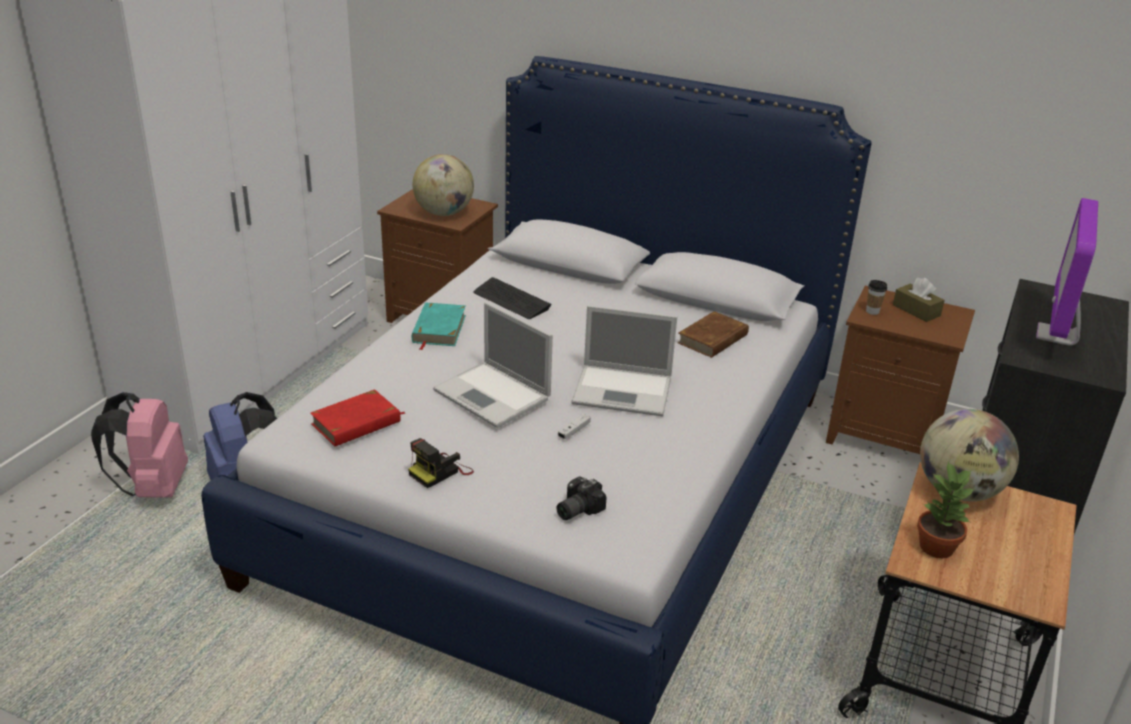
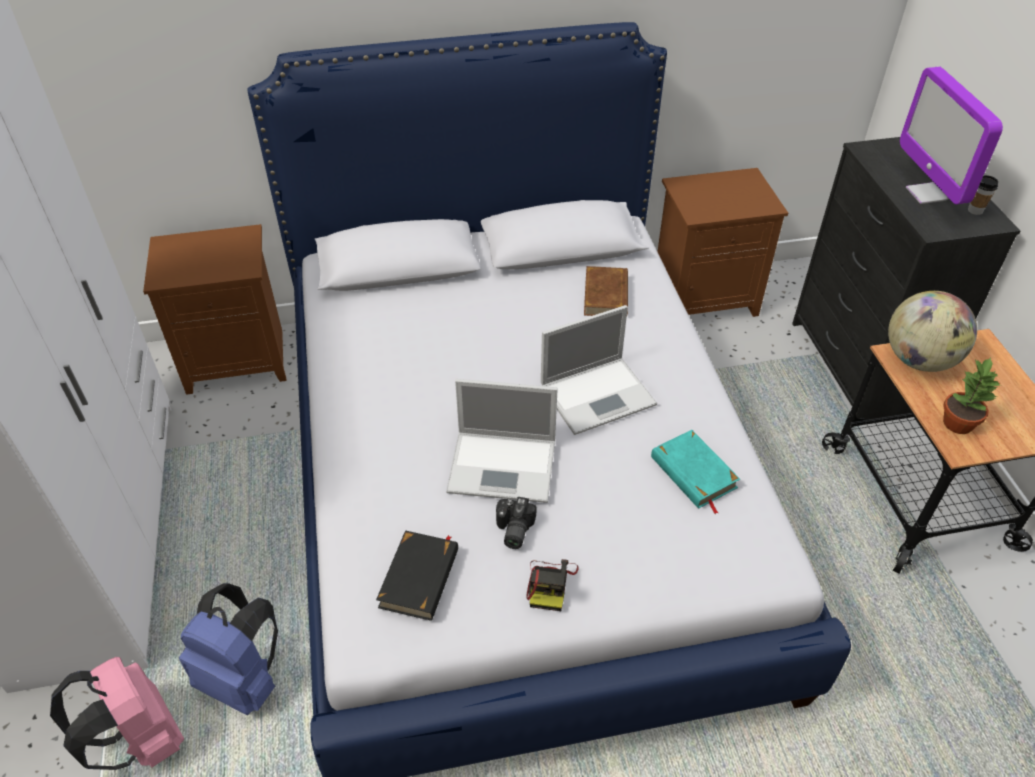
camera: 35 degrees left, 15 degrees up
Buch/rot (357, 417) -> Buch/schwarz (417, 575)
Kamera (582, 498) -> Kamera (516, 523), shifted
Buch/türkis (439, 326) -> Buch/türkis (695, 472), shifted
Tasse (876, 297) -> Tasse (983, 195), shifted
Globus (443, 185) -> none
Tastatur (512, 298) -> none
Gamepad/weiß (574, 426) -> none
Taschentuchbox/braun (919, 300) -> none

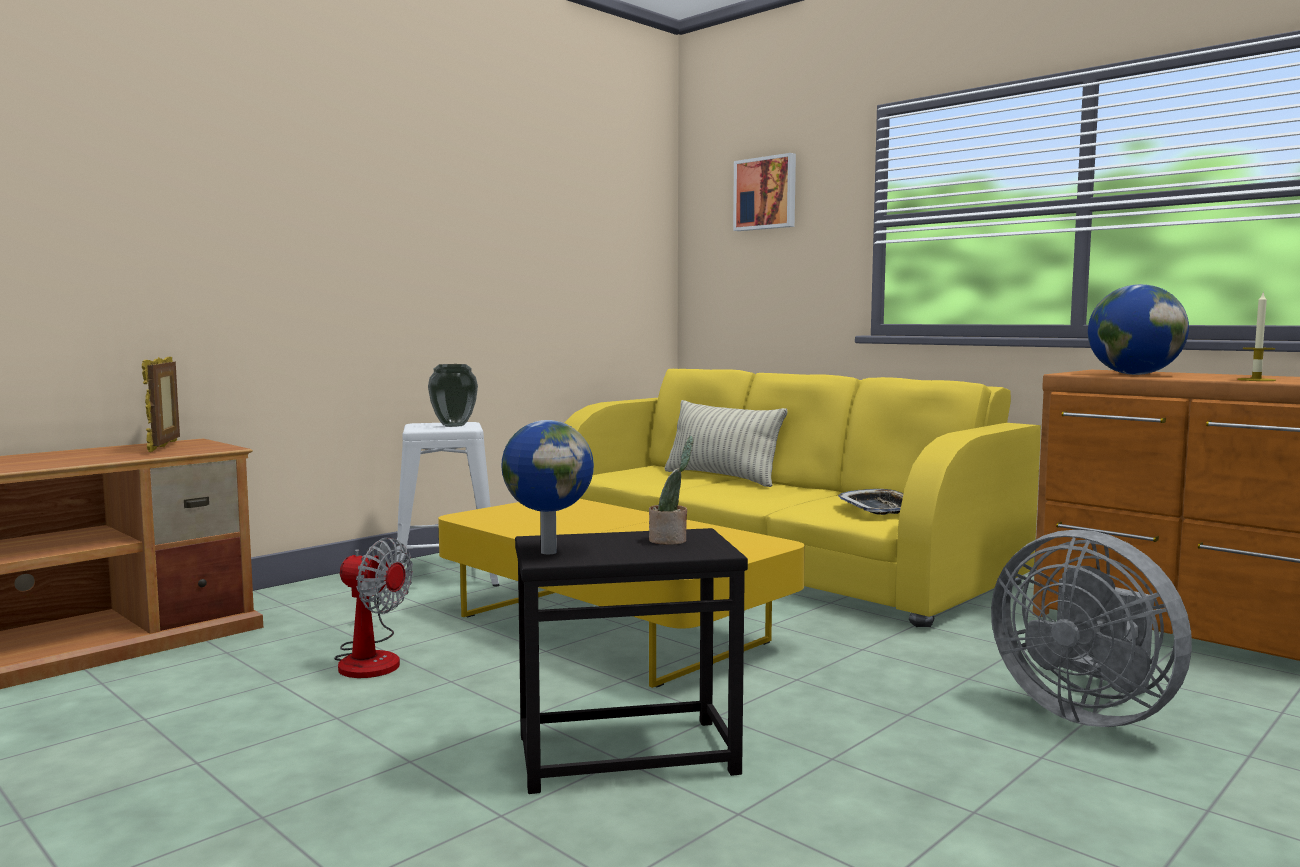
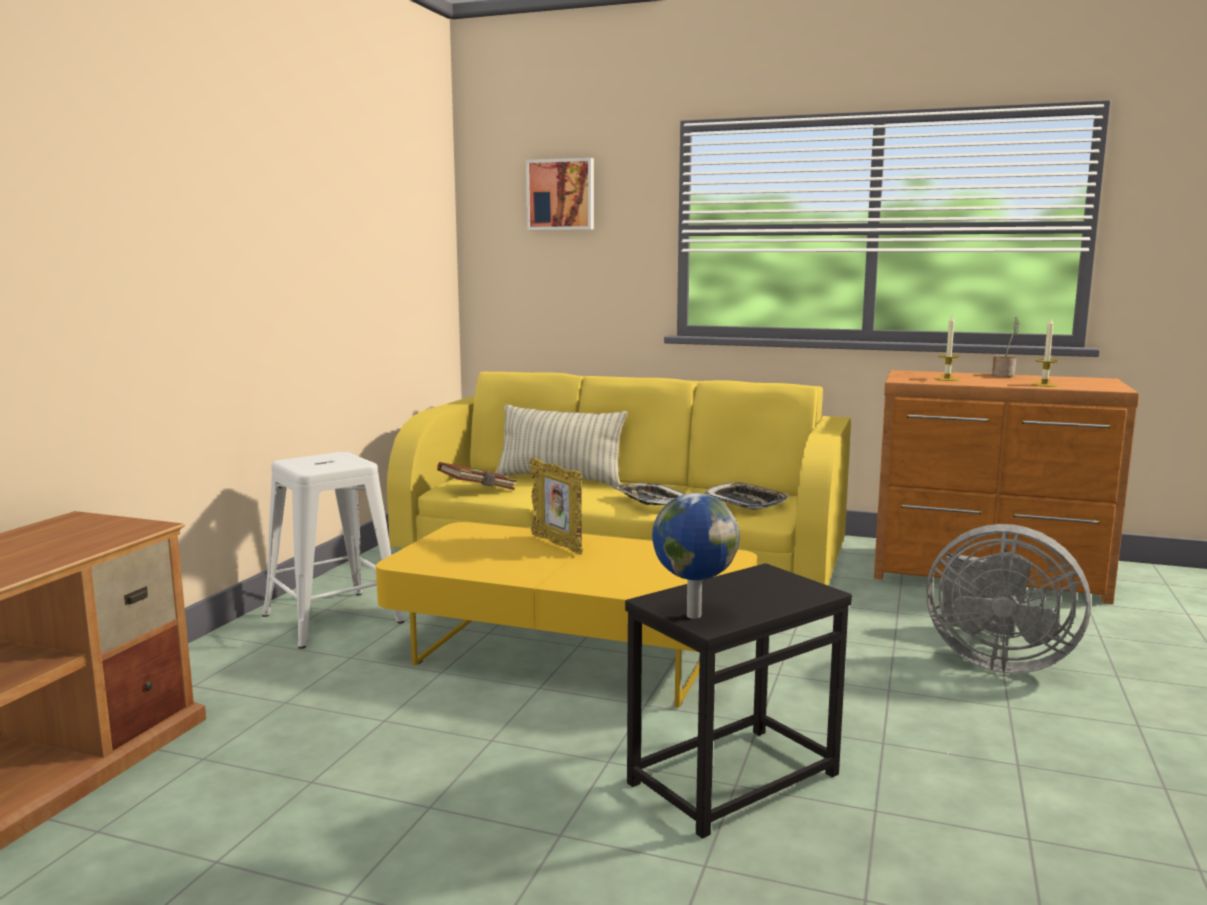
camera: 25 degrees left, 5 degrees up
none -> Buch/braun (477, 476)
Bilderrahmen (161, 404) -> Bilderrahmen (556, 506), shifted
none -> Tablett (648, 494)
Globus (1138, 329) -> Kerze (947, 348)
Topfpflanze (671, 490) -> Topfpflanze (1005, 347), shifted
Ventilator (373, 608) -> none
Vase (453, 395) -> none

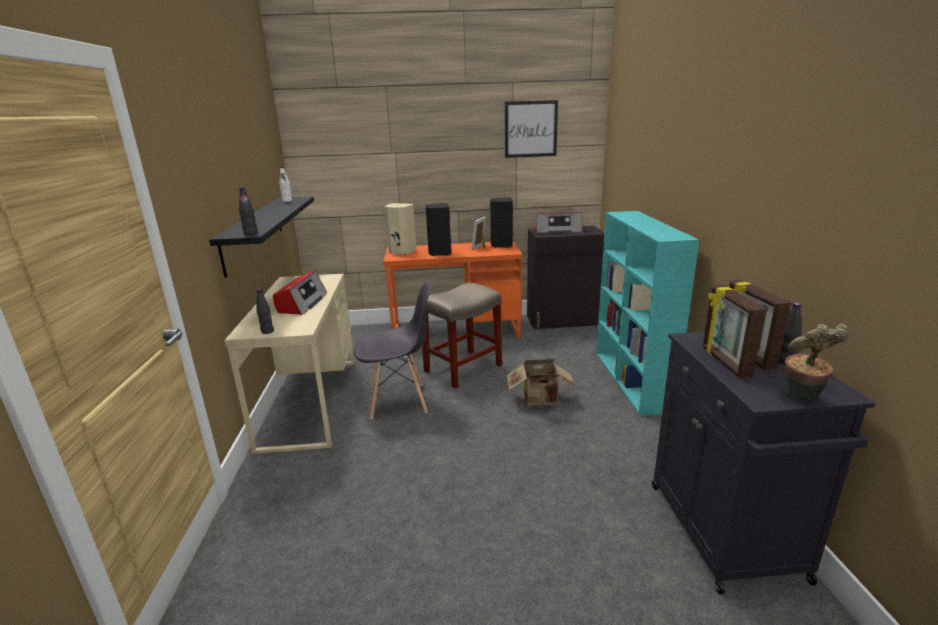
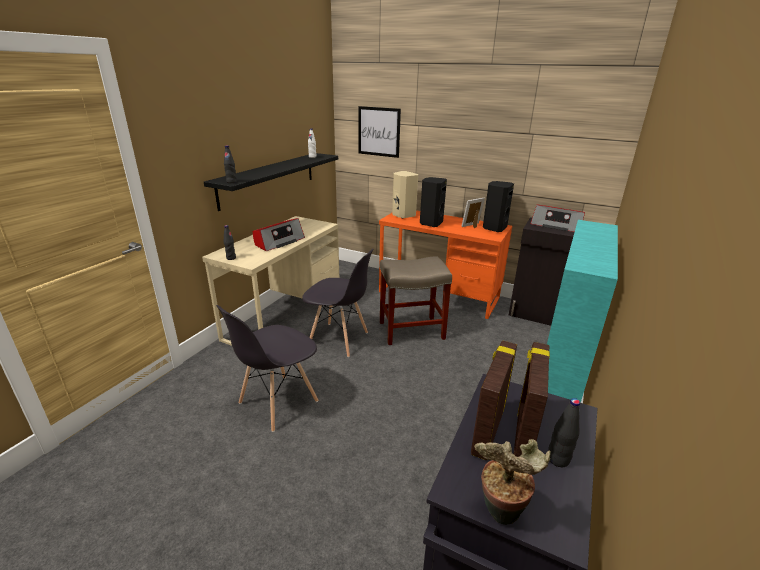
camera: 30 degrees right, 5 degrees up
none -> Stuhl/grau (267, 368)
Bild (531, 129) -> Bild (379, 132), shifted
Karton (541, 382) -> none

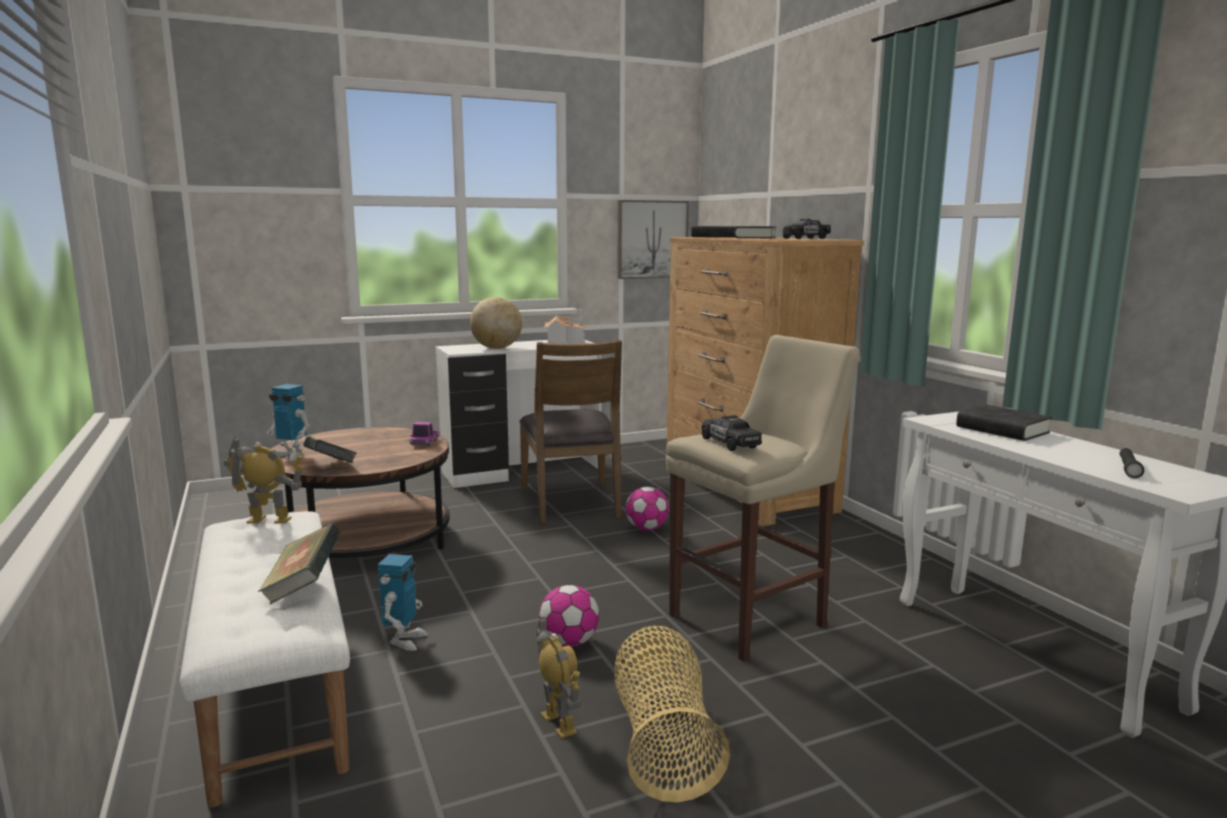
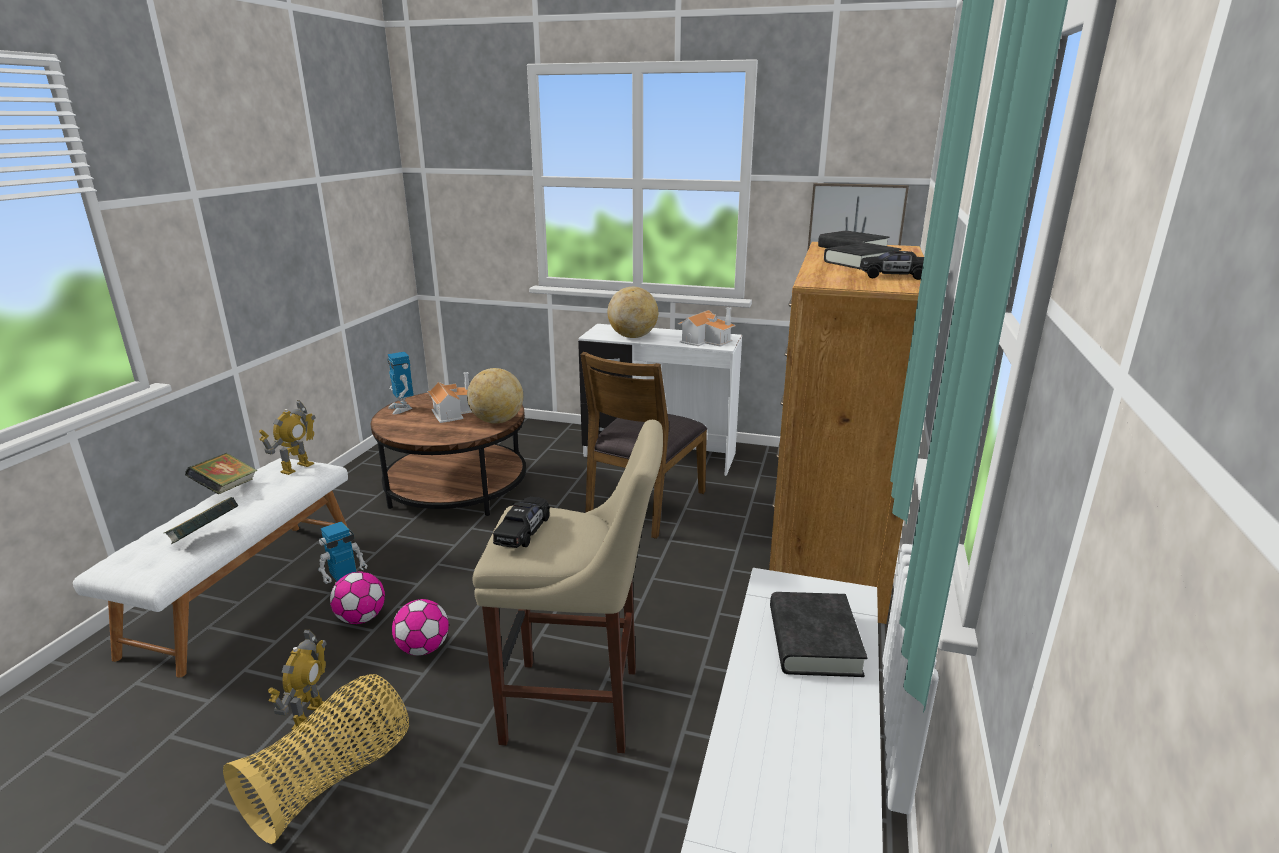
camera: 40 degrees right, 10 degrees up
Buch (330, 449) -> Buch (221, 473), shifted
Spielzeugroboter (263, 480) -> Spielzeugroboter (287, 437), 75 degrees clockwise
Fußball (647, 509) -> Fußball (357, 598), shifted
none -> Spielzeughaus (449, 397)
Spielzeuglaster (424, 434) -> Globus (495, 396)
Taschenlampe/schwarz (1131, 463) -> none

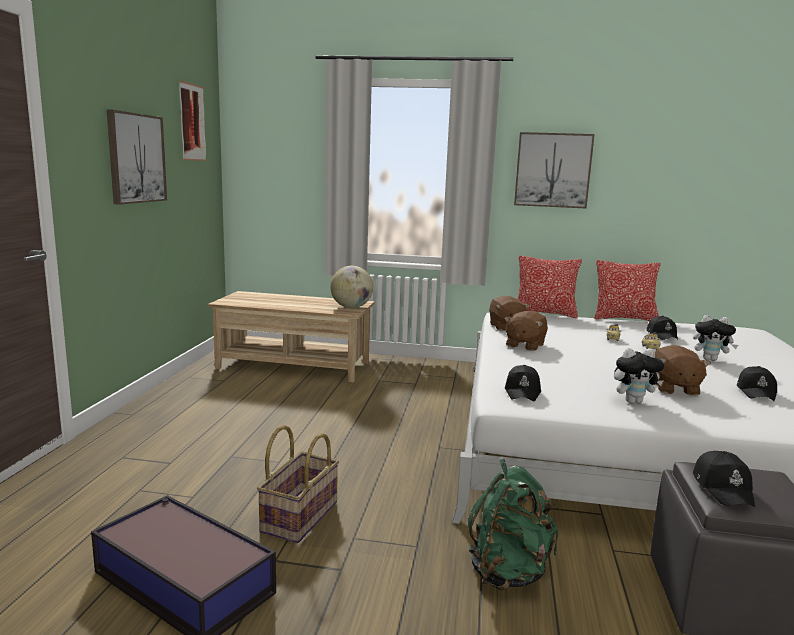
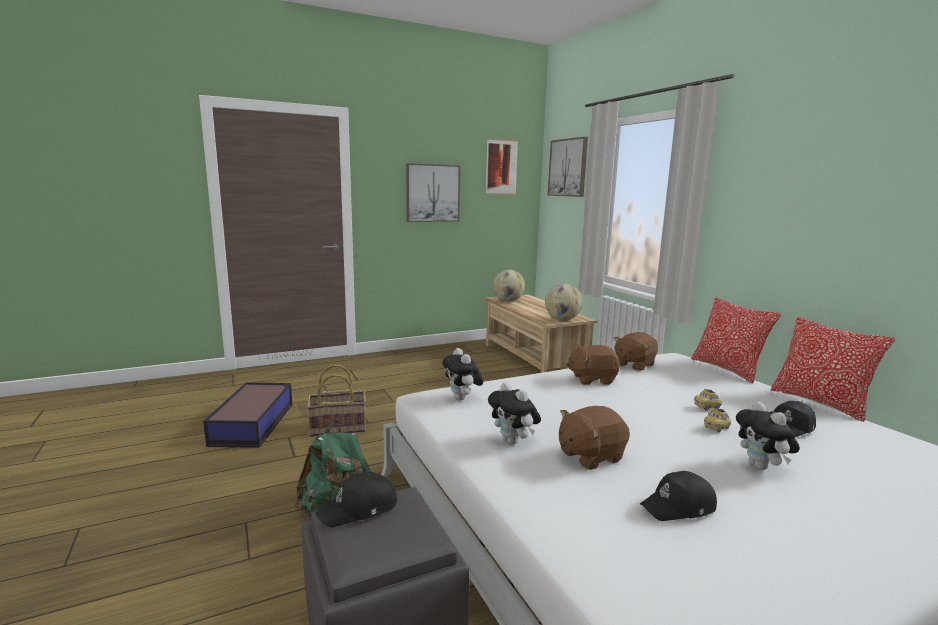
camera: 55 degrees right, 0 degrees up
Kappe/schwarz (523, 383) -> Plüschtier (462, 374)
none -> Globus (509, 286)
Bild (554, 170) -> Bild (568, 167), shifted

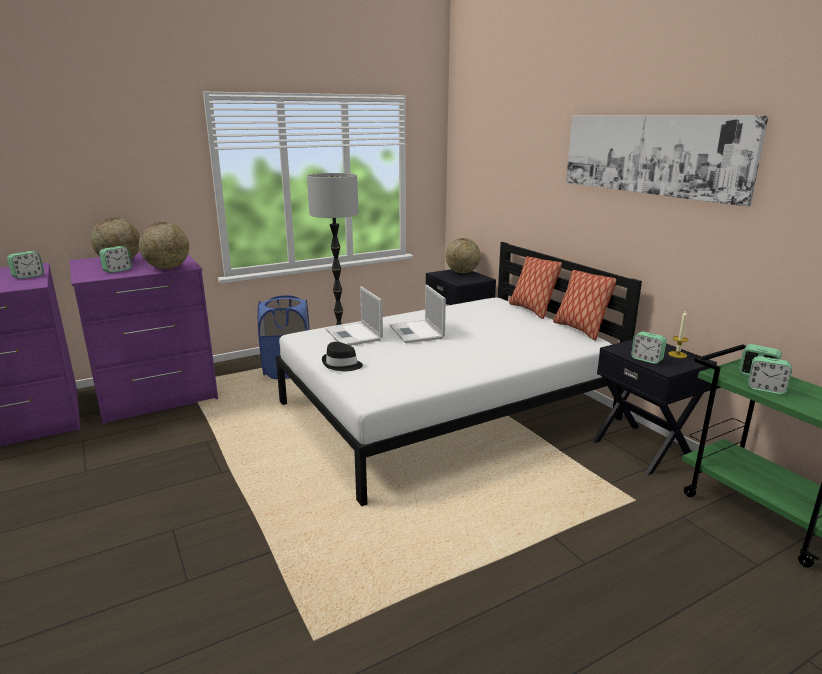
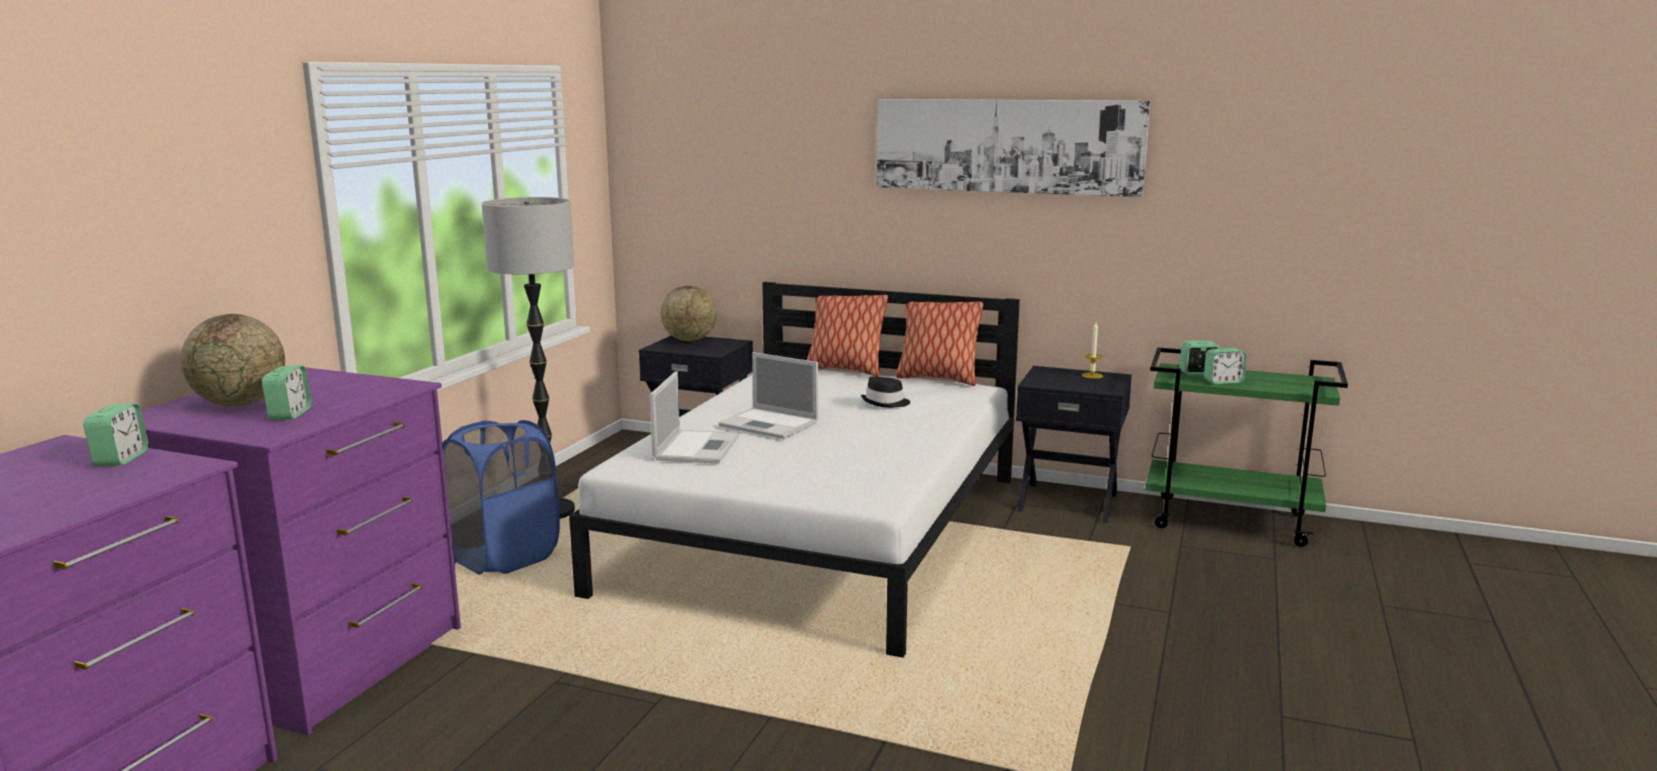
camera: 40 degrees left, 5 degrees down
Laptop (354, 316) -> Laptop (694, 417), 105 degrees counterclockwise
Hut/schwarz (342, 356) -> Hut/schwarz (886, 392), shifted
Globus (164, 245) -> none
Wecker (649, 347) -> none

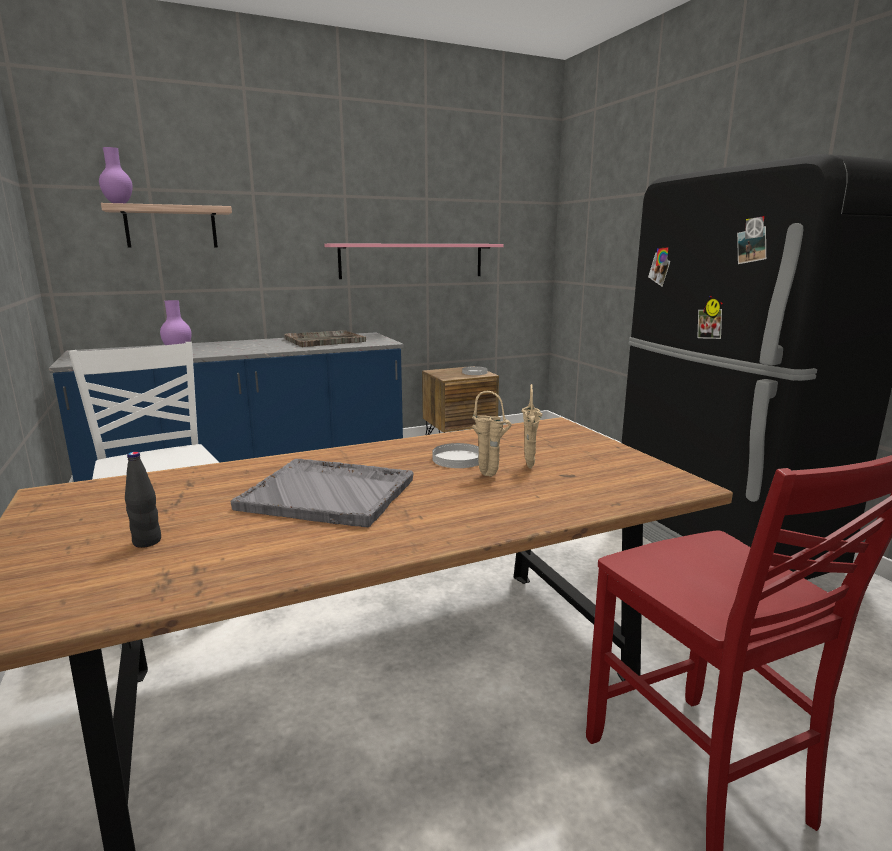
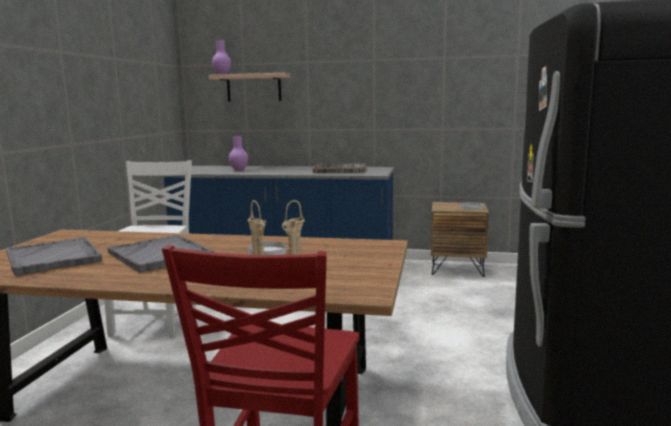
camera: 35 degrees right, 5 degrees down
Flasche/schwarz (143, 500) -> Tablett/grau (54, 256)
Wandregal/rosa (414, 261) -> none

